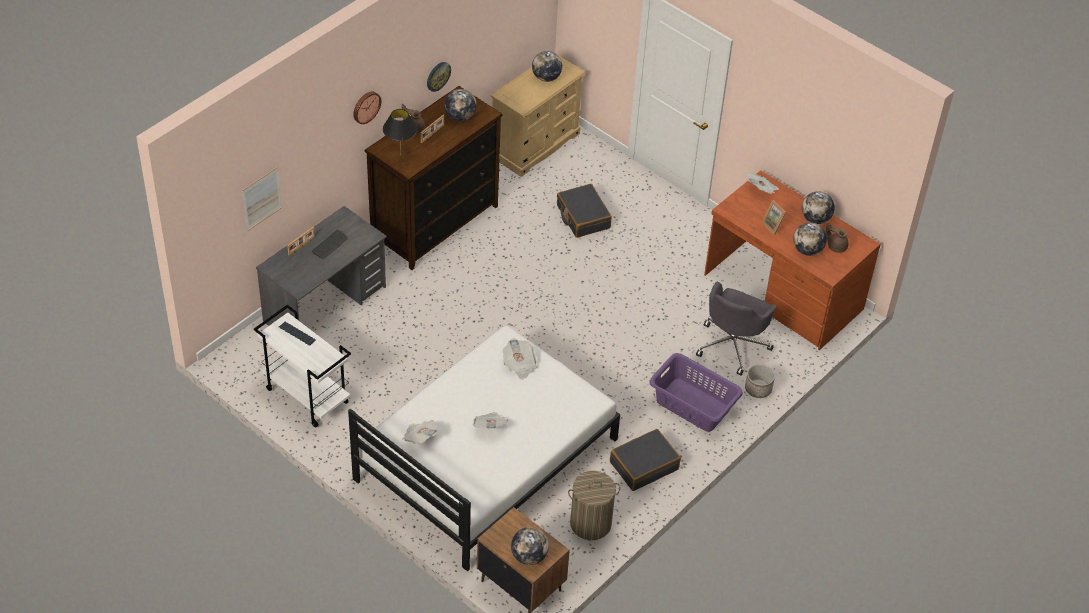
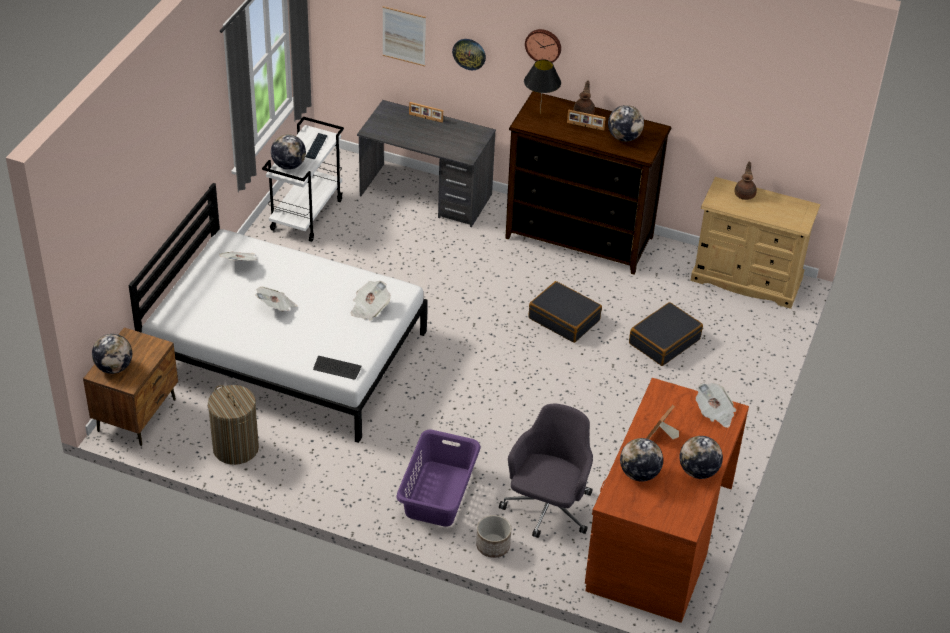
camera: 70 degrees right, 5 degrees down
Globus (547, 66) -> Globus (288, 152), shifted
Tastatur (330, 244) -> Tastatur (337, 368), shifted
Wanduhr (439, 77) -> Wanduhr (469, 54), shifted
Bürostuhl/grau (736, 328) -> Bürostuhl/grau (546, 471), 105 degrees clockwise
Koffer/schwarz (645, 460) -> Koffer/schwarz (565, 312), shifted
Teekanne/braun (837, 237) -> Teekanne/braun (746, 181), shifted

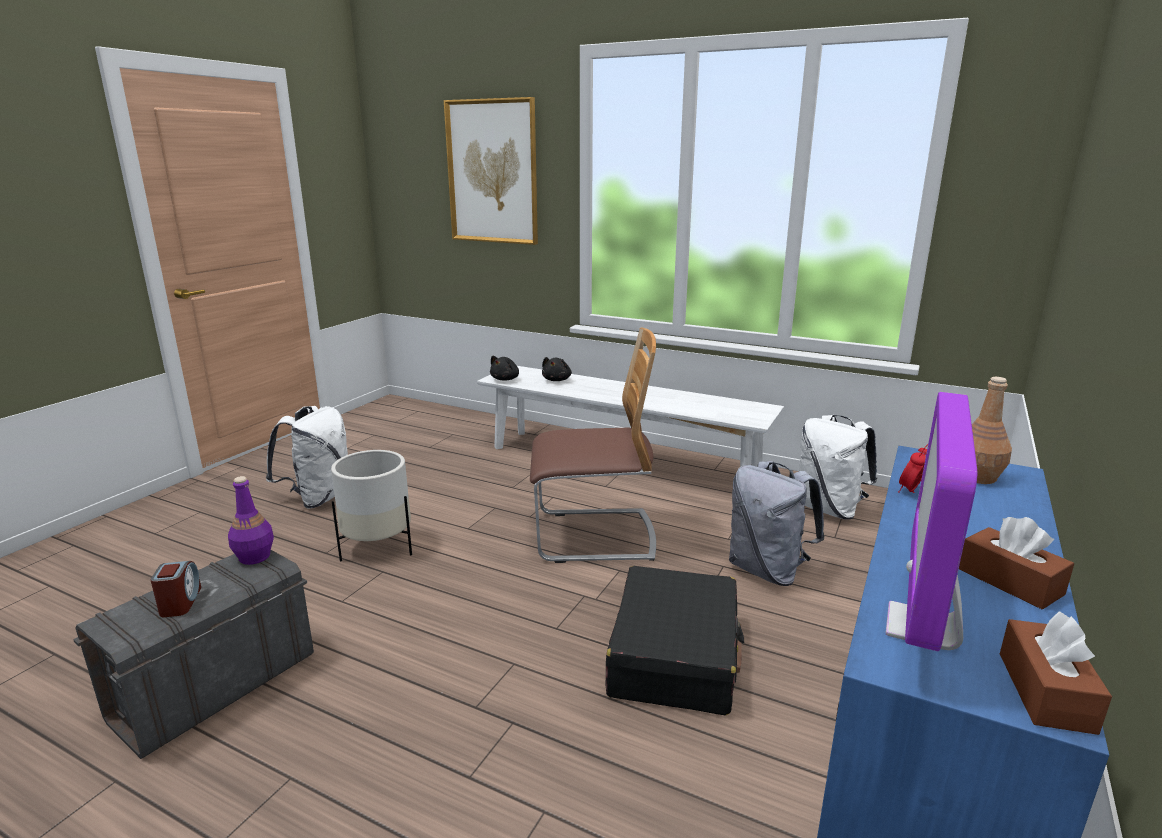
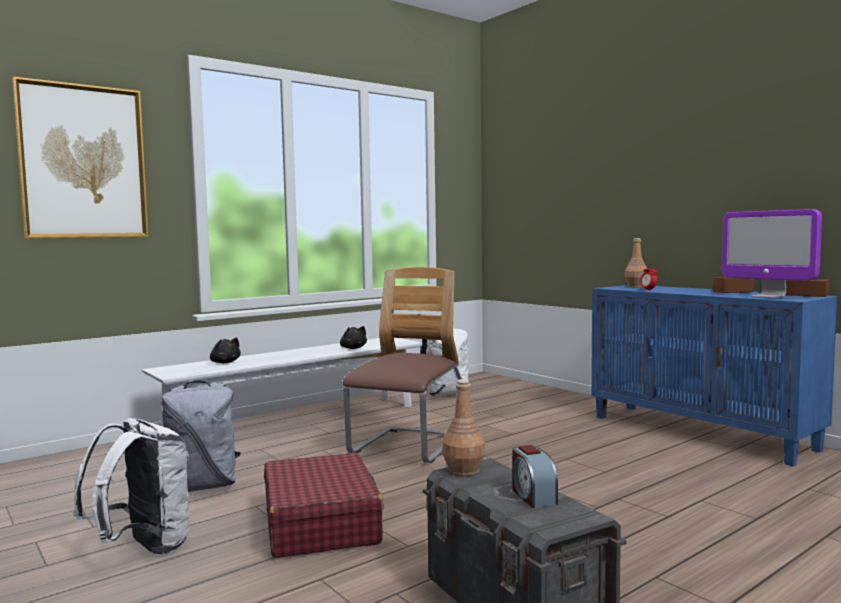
camera: 65 degrees left, 15 degrees down
Rucksack/grau (777, 523) -> Rucksack/grau (201, 436), shifted
Pflanzkübel/weiß (371, 506) -> Koffer/rot (324, 505)
Plüschtier/schwarz (504, 368) -> Plüschtier/schwarz (353, 337), shifted
Flasche/lila (251, 520) -> Flasche/braun (464, 427)
Wecker (176, 589) -> Wecker (535, 476), 120 degrees counterclockwise
Koffer/schwarz (675, 641) -> none

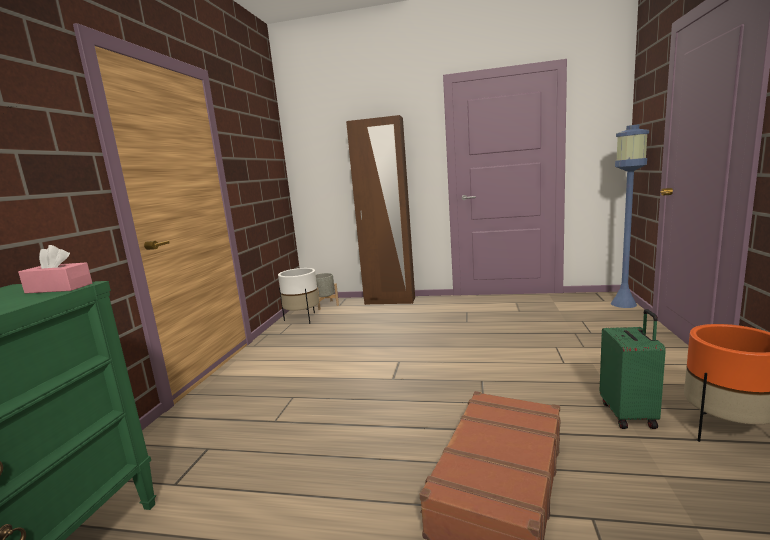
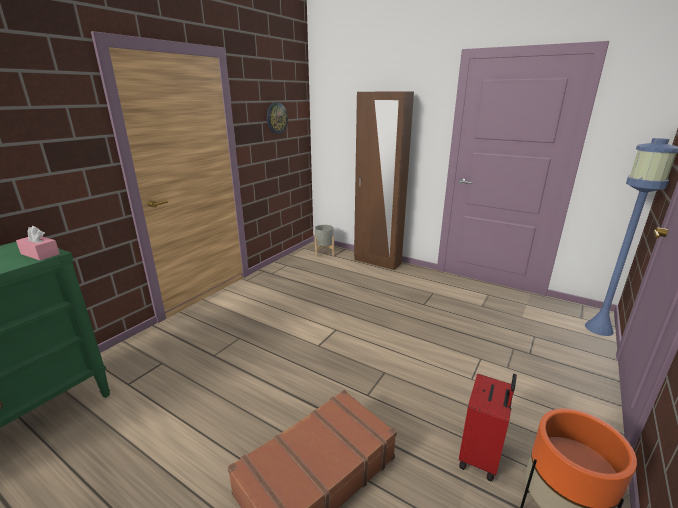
camera: 20 degrees right, 10 degrees up
none -> Wanduhr (277, 118)
Koffer/grün (632, 369) -> Koffer/rot (488, 427)
Pflanzkübel/weiß (298, 296) -> none

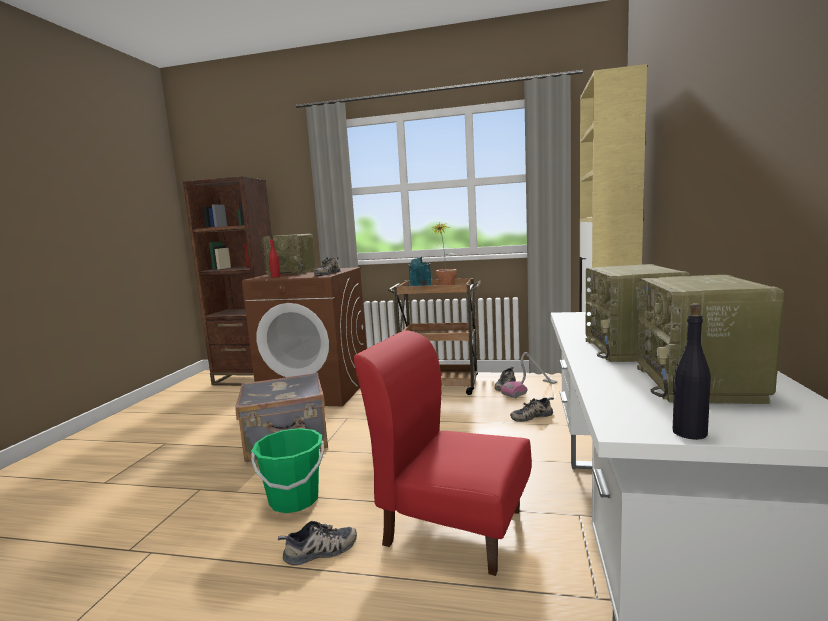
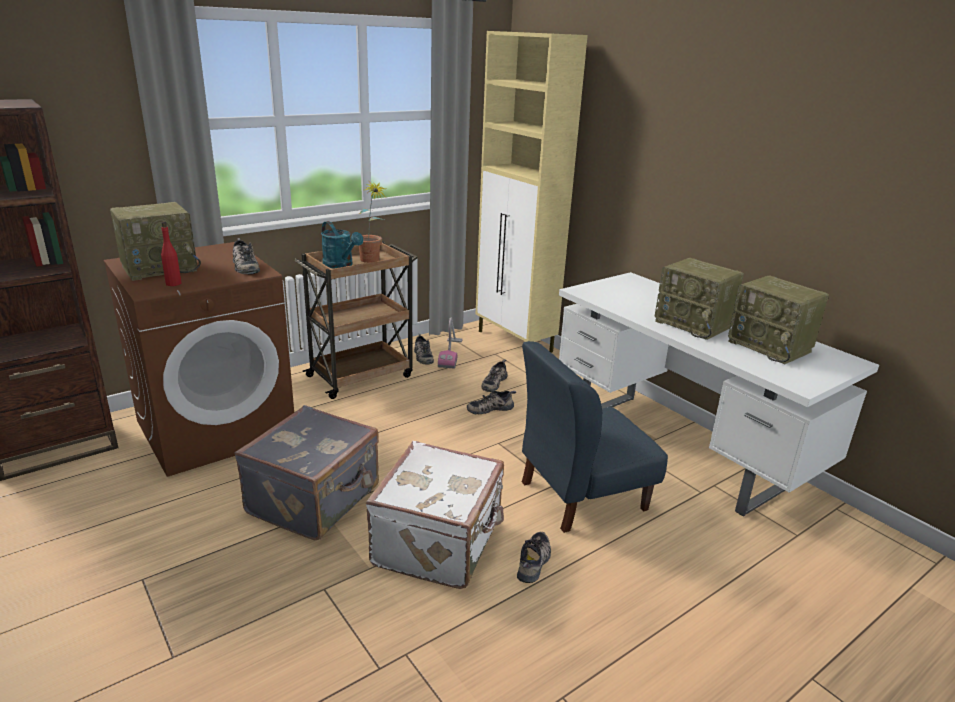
camera: 50 degrees left, 15 degrees up
Eimer/grün (287, 470) -> Koffer/weiß (435, 515)
none -> Schuh (491, 402)
Stuhl/rot (443, 453) -> Stuhl/blau (595, 437)
Flasche/schwarz (692, 371) -> none

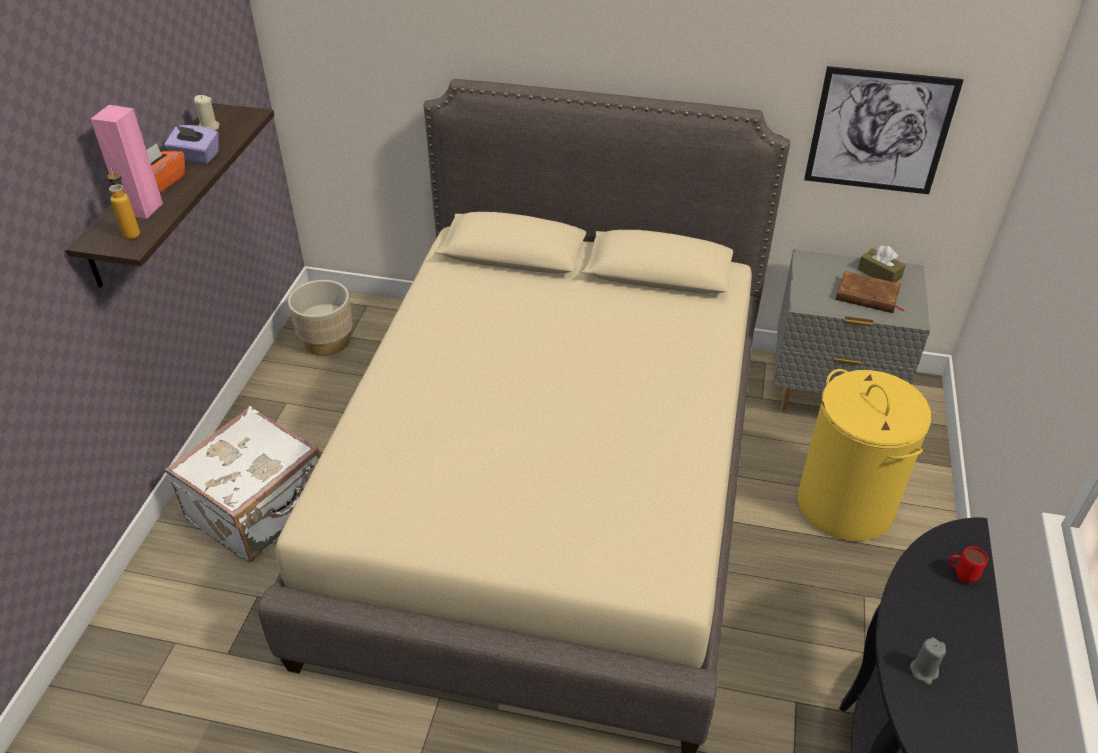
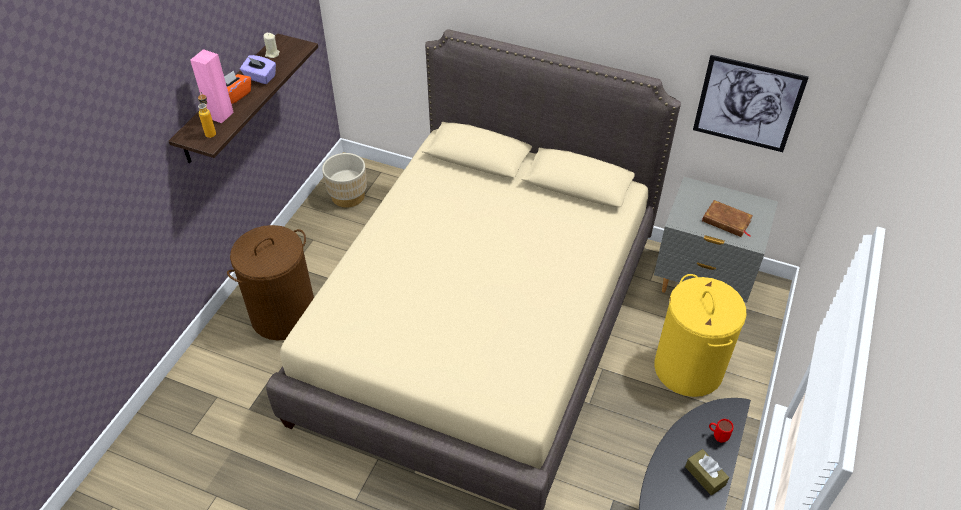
camera: 10 degrees right, 5 degrees up
Koffer/weiß (242, 484) -> Wäschekorb/braun (270, 282)
Taschentuchbox/braun (882, 264) -> Taschentuchbox/braun (707, 472), shifted
Kerze/grau (928, 661) -> none

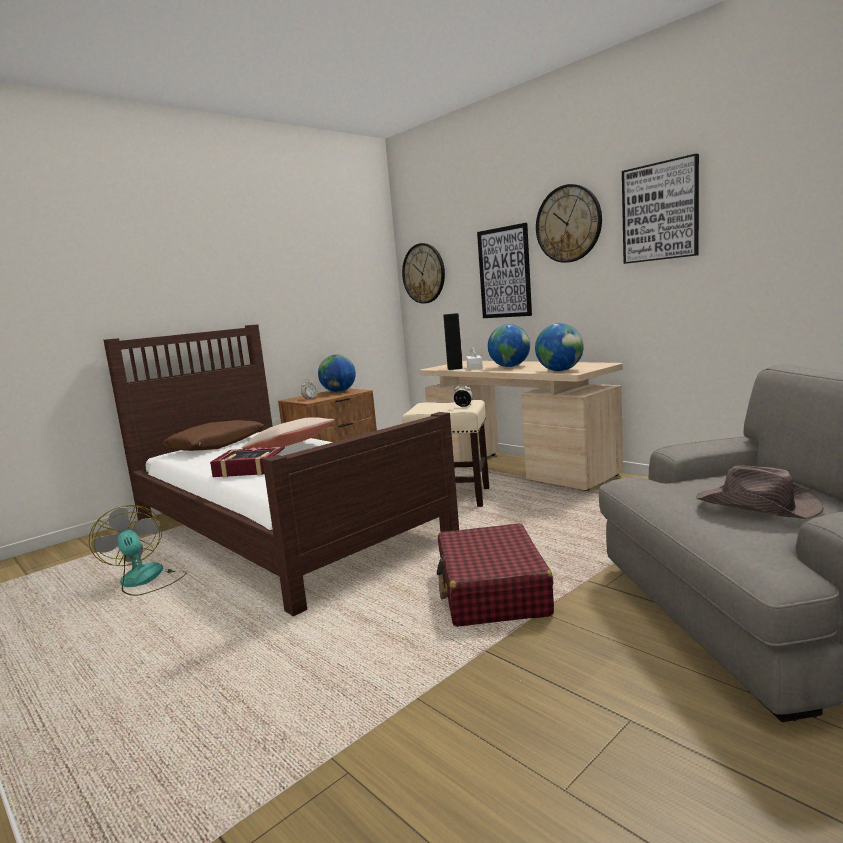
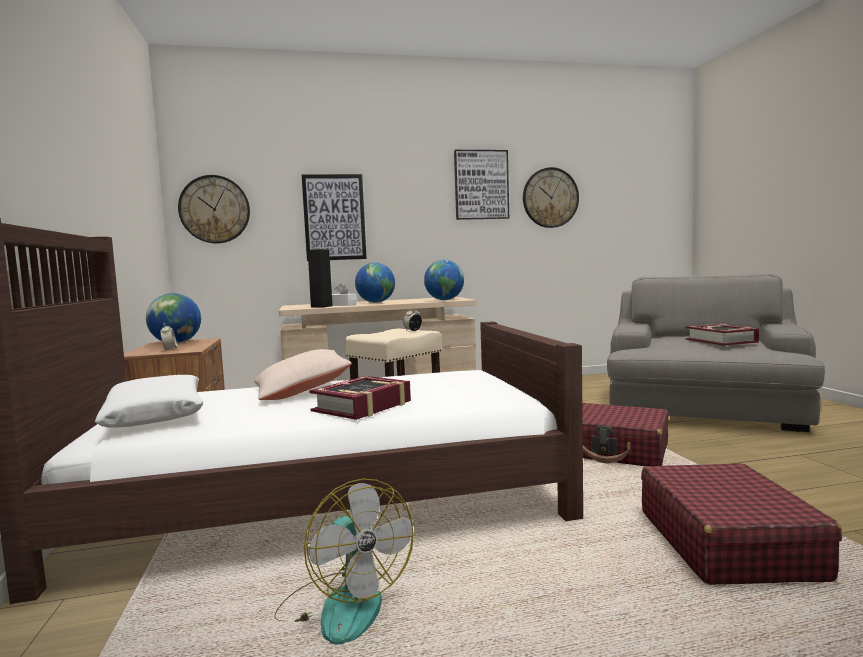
camera: 60 degrees left, 5 degrees down
Kissen/braun (213, 435) -> Kissen/weiß (148, 401)
Ventilator (138, 550) -> Ventilator (344, 561), 120 degrees counterclockwise
Wanduhr (569, 223) -> Wanduhr (551, 197), shifted
none -> Koffer/rot (741, 524)
Hut/braun (760, 492) -> Buch (722, 335)

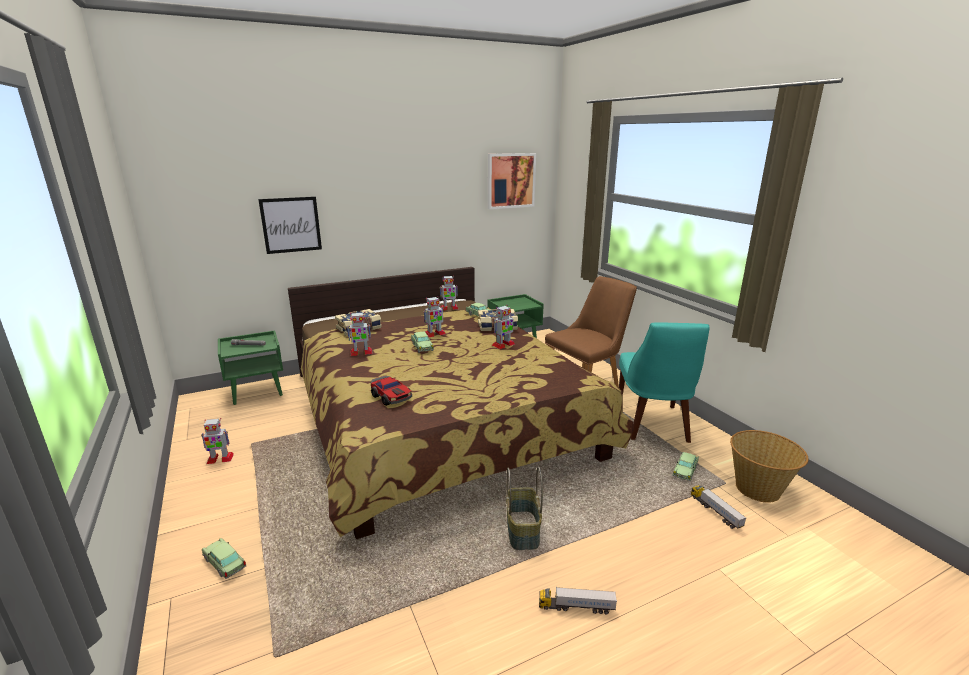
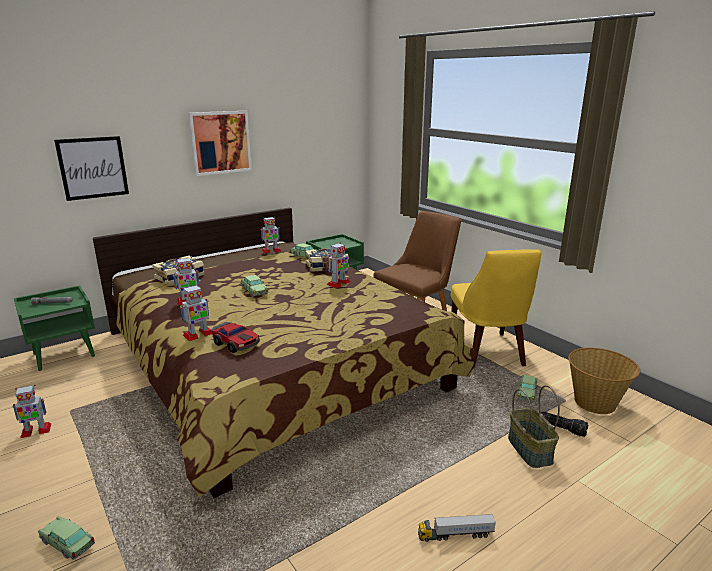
camera: 10 degrees left, 0 degrees up
Spielzeugroboter (434, 316) -> Spielzeugroboter (196, 312), shifted
Bild (512, 181) -> Bild (220, 143), shifted
Stuhl/türkis (664, 383) -> Stuhl/gelb (496, 308)
Korb (524, 508) -> Korb (534, 426), shifted
Spielzeuglaster (718, 507) -> Taschenlampe (564, 424)

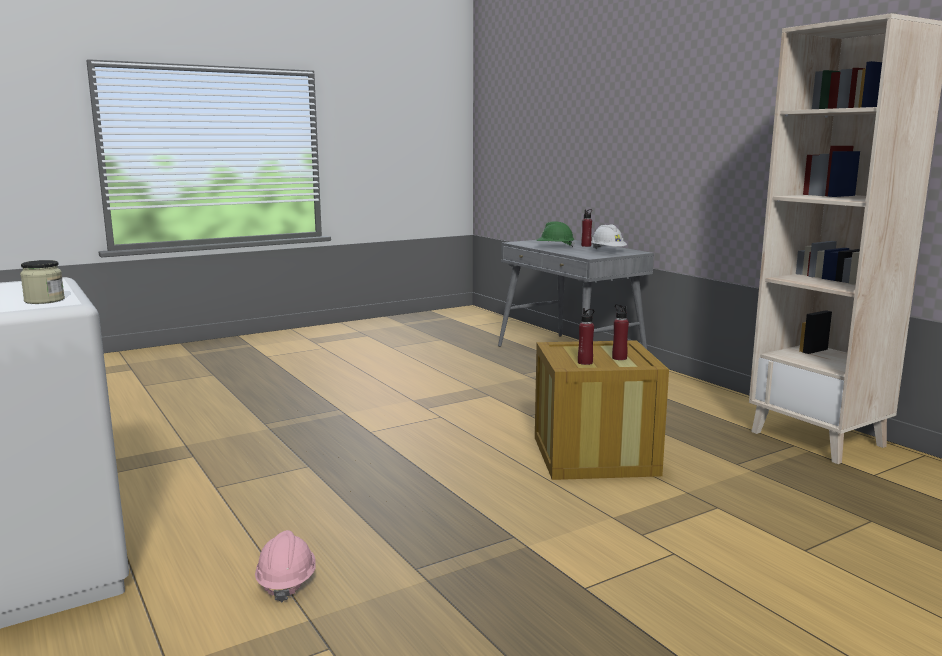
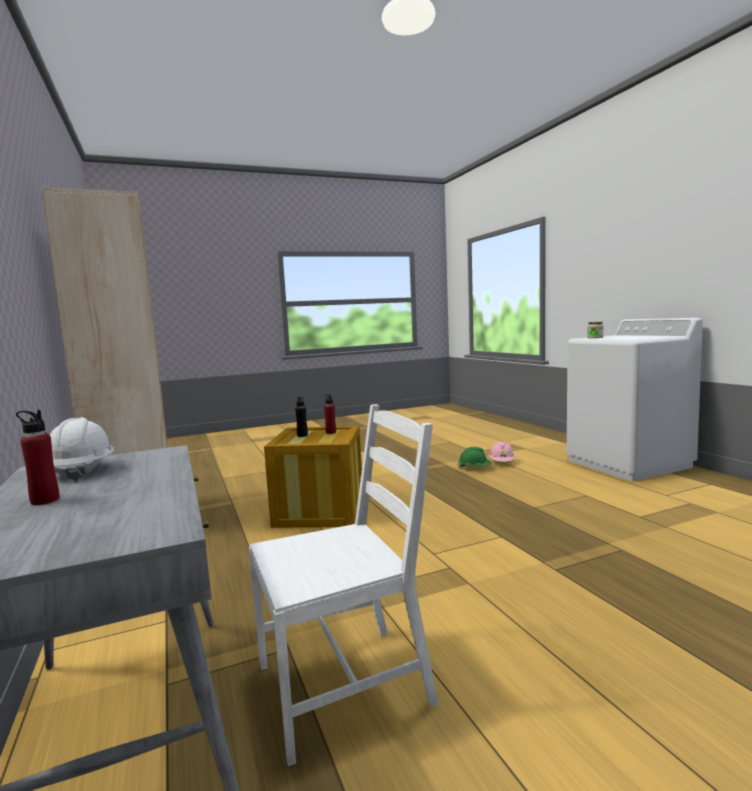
camera: 170 degrees left, 5 degrees down
none -> Stuhl/weiß (344, 585)
Flasche/rot (620, 332) -> Flasche/schwarz (301, 417)
Schutzhelm/grün (555, 234) -> Schutzhelm/grün (475, 457), shifted

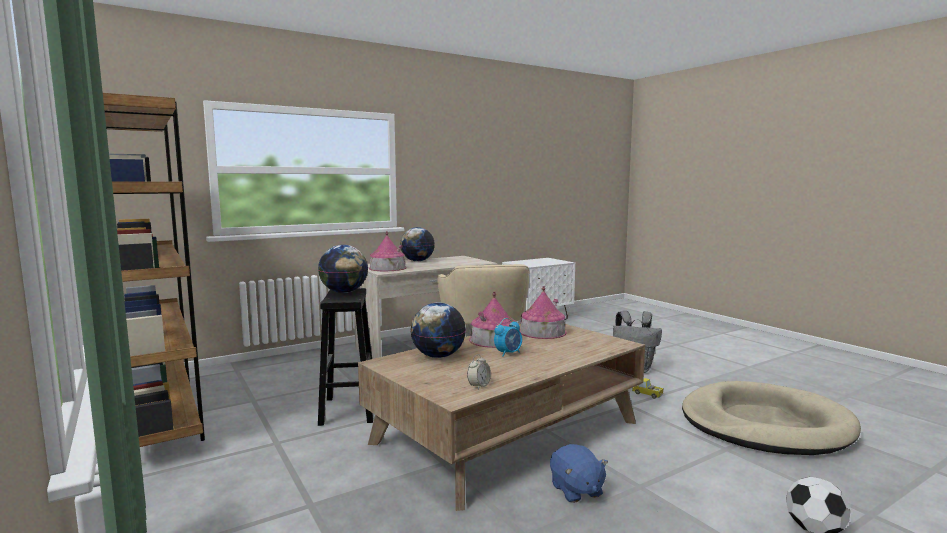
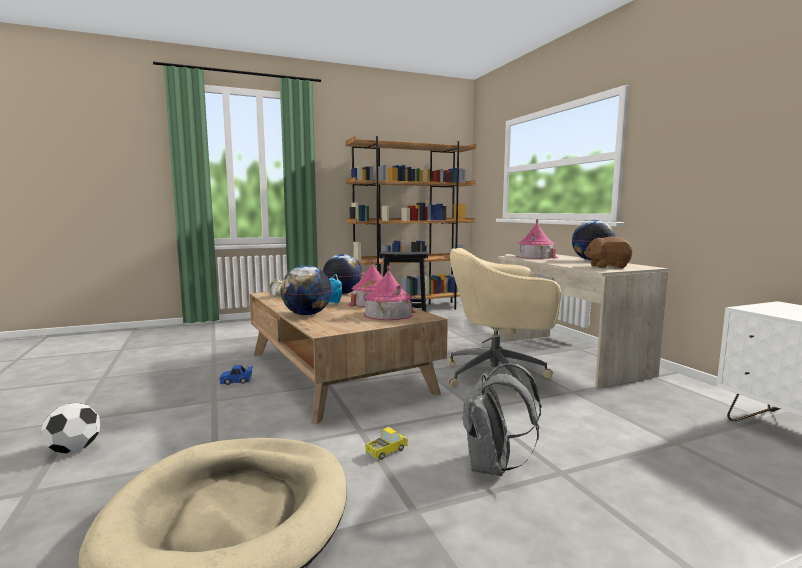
camera: 100 degrees right, 0 degrees up
Plüschtier/blau (579, 473) -> Spielzeugauto/blau (236, 375)
Globus (343, 269) -> Globus (306, 290), shifted
none -> Plüschtier/braun (608, 253)

